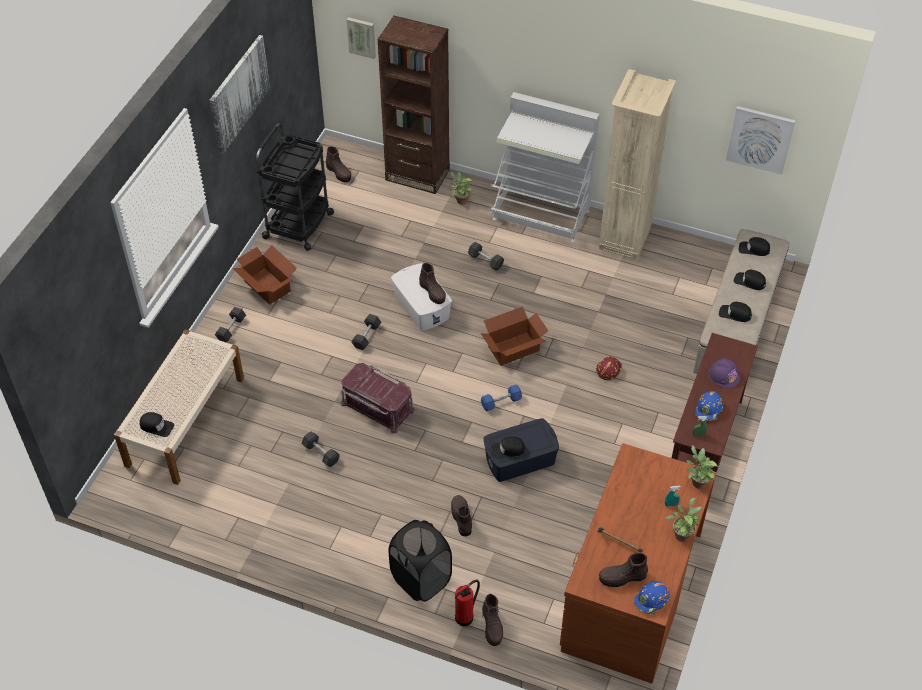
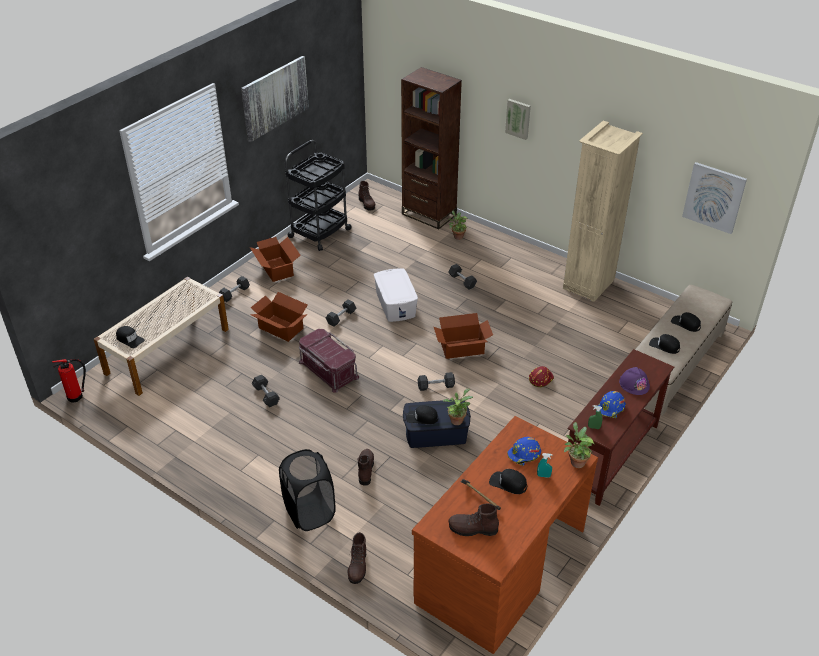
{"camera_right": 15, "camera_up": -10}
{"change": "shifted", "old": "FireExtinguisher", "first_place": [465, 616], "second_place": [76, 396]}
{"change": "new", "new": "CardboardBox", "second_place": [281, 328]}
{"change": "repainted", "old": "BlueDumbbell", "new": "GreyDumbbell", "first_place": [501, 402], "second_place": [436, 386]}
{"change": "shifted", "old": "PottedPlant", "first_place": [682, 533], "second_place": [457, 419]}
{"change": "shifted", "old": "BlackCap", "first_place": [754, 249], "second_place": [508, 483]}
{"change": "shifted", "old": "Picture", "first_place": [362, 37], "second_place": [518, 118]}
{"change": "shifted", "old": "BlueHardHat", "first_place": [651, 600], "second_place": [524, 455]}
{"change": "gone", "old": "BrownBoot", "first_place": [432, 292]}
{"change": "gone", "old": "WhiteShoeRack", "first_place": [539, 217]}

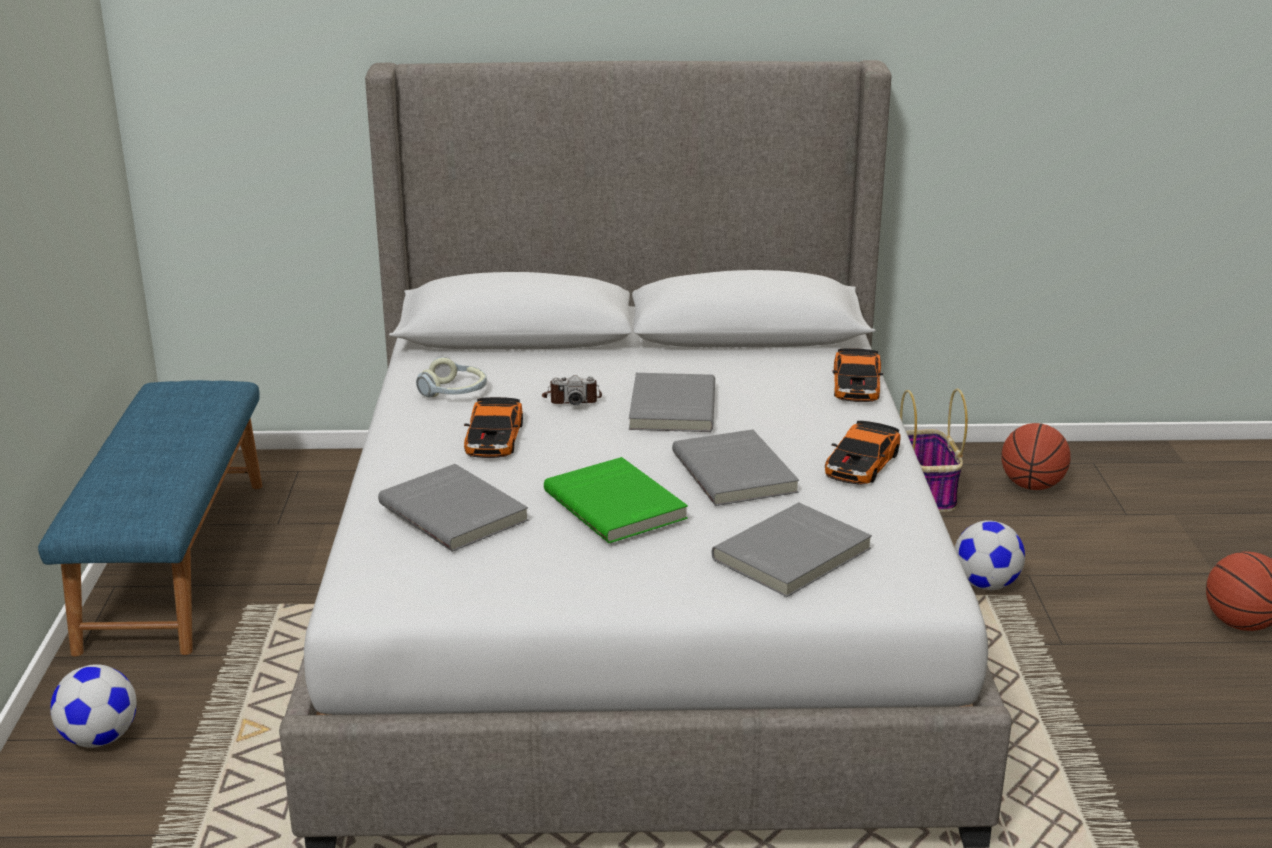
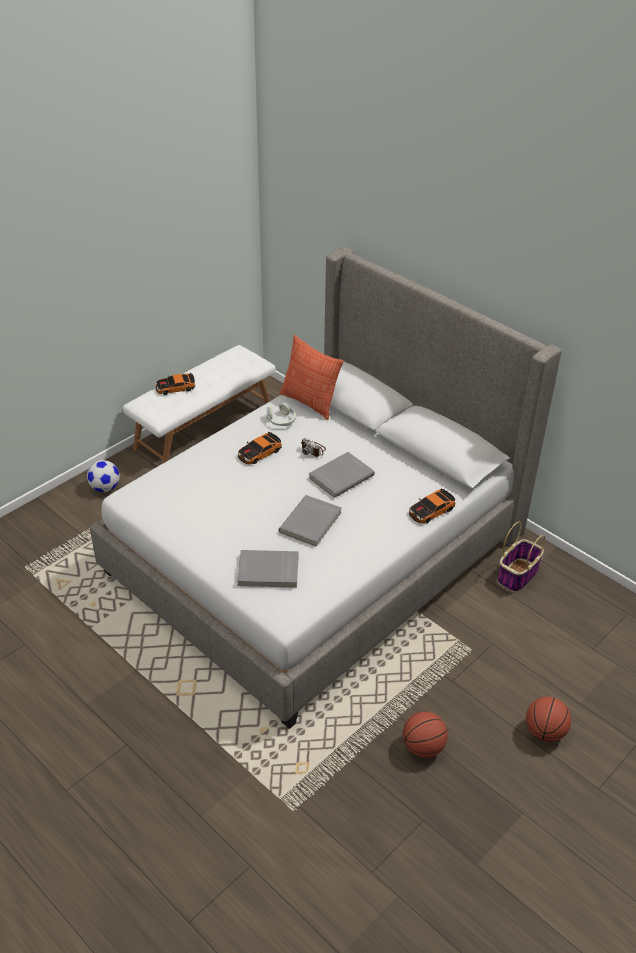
{"camera_right": 45, "camera_up": 15}
{"change": "repainted", "old": "BlueBench", "new": "WhiteBench", "first_place": [173, 562], "second_place": [203, 427]}
{"change": "shifted", "old": "ToyCar", "first_place": [862, 464], "second_place": [175, 387]}
{"change": "new", "new": "OrangePillow", "second_place": [310, 403]}
{"change": "shifted", "old": "Basketball", "first_place": [1031, 486], "second_place": [423, 747]}
{"change": "gone", "old": "GreyBook", "first_place": [455, 511]}
{"change": "gone", "old": "GreenBook", "first_place": [617, 504]}
{"change": "gone", "old": "Football", "first_place": [986, 584]}

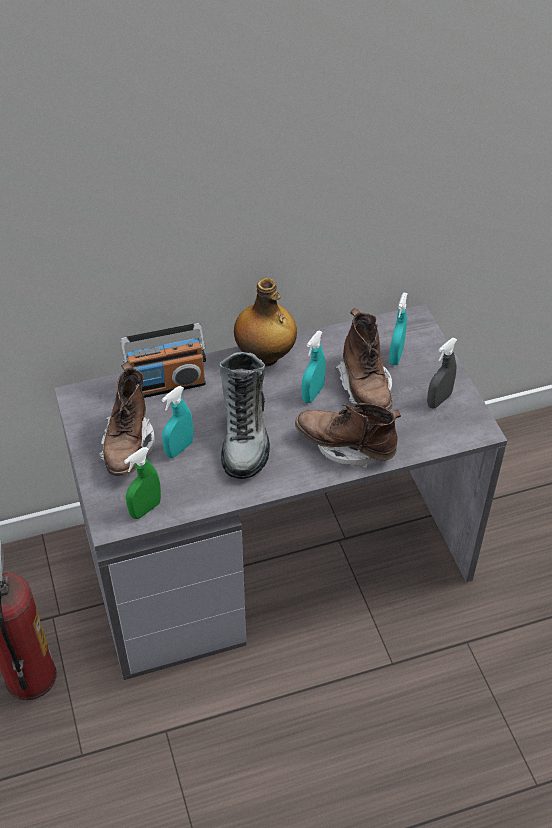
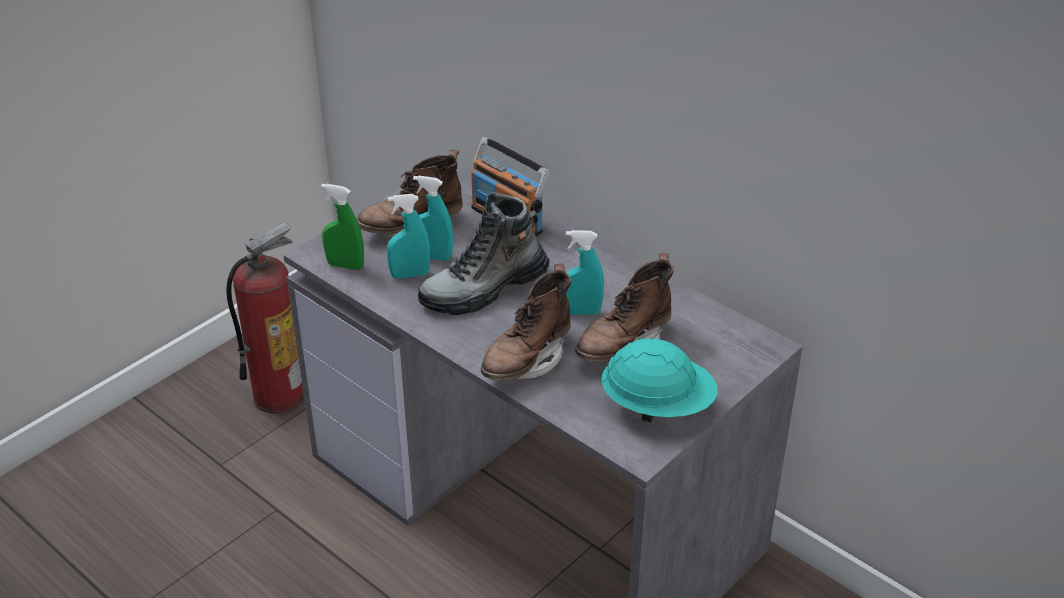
{"camera_right": 60, "camera_up": -10}
{"change": "shifted", "old": "TurquoiseSprayBottle", "first_place": [396, 356], "second_place": [410, 275]}
{"change": "rotated", "old": "BrownBoot", "first_place": [345, 446], "second_place": [527, 360], "degrees": -135}
{"change": "swapped", "old": "GreySprayBottle", "new": "TurquoiseHardHat", "first_place": [439, 400], "second_place": [657, 406]}
{"change": "gone", "old": "Bottle", "first_place": [265, 357]}

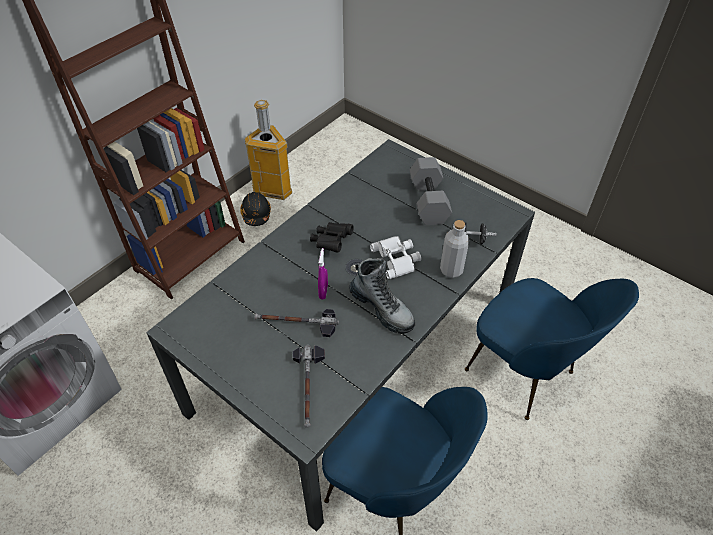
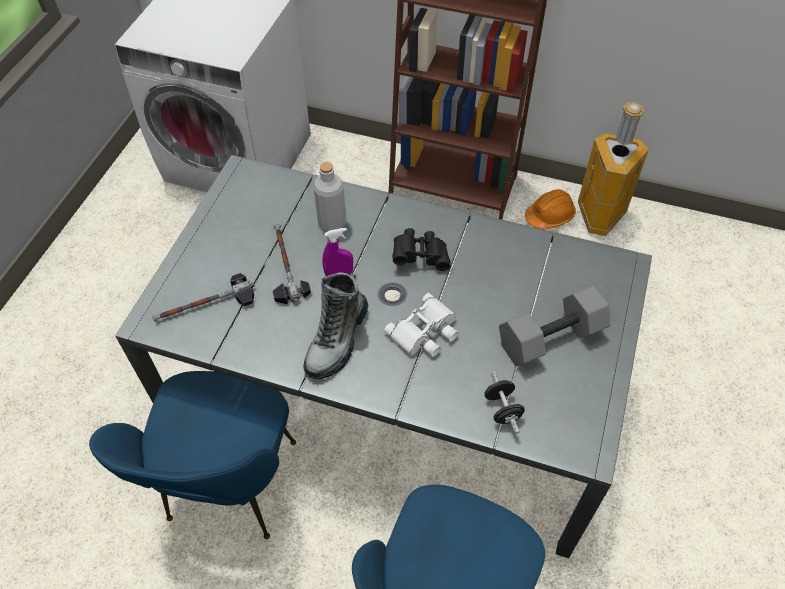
{"camera_right": 70, "camera_up": 5}
{"change": "shifted", "old": "GreyBottle", "first_place": [451, 270], "second_place": [332, 223]}
{"change": "repainted", "old": "BlackHardHat", "new": "OrangeHardHat", "first_place": [256, 214], "second_place": [550, 216]}

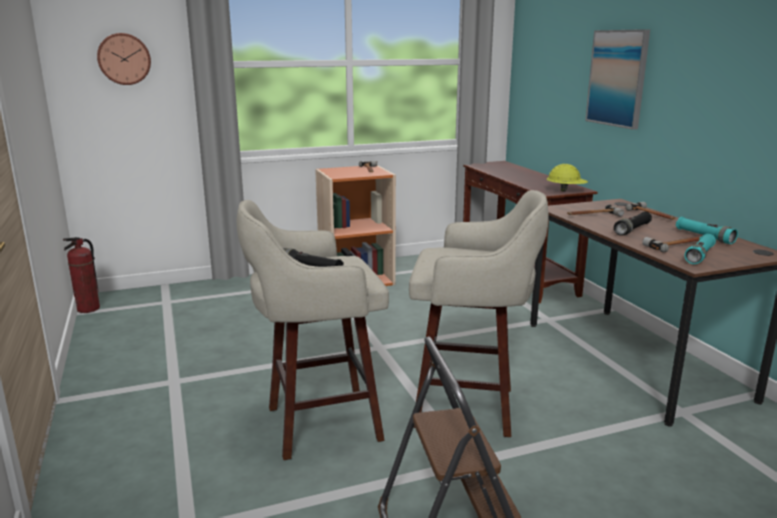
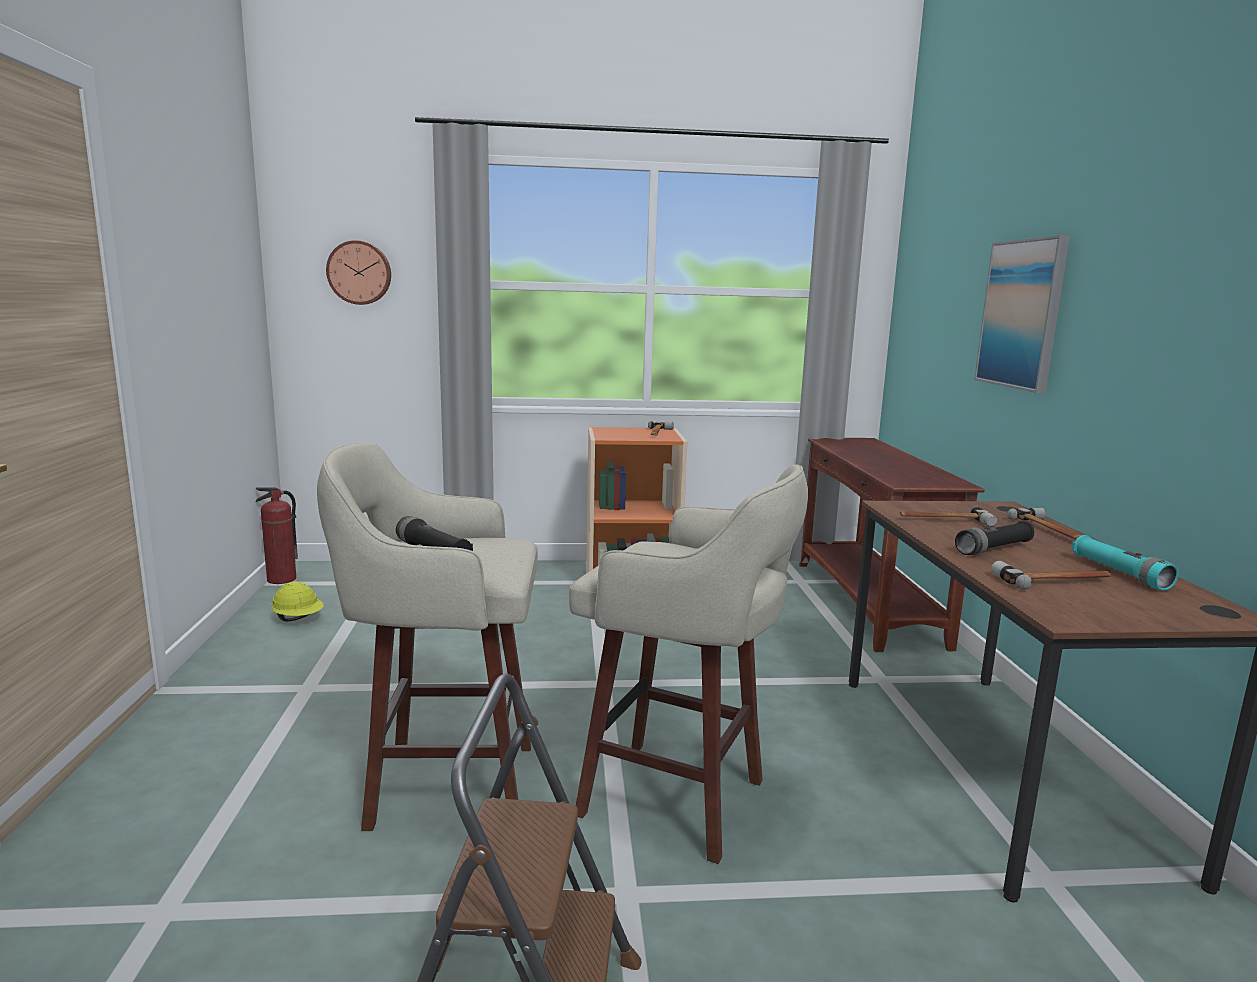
{"camera_right": 15, "camera_up": -5}
{"change": "shifted", "old": "YellowHardHat", "first_place": [566, 190], "second_place": [298, 619]}
{"change": "gone", "old": "TurquoiseFlashlight", "first_place": [699, 256]}

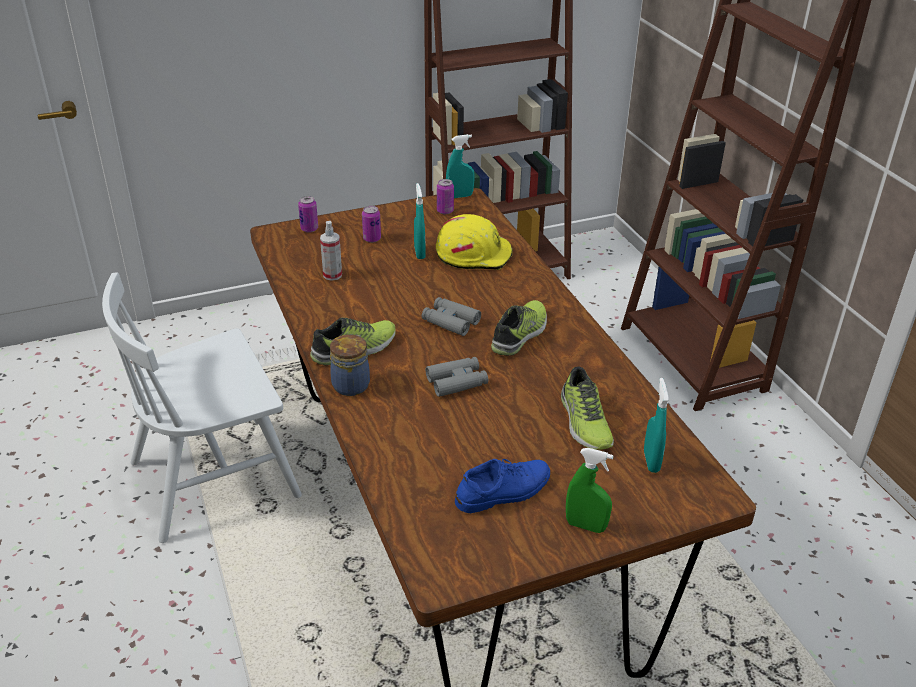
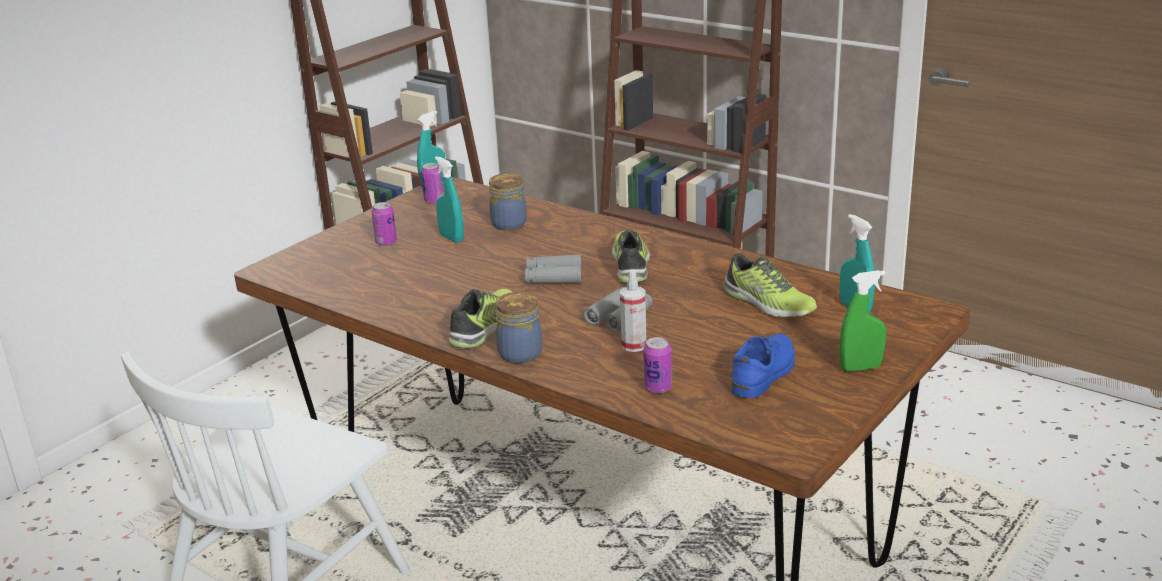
{"camera_right": -30, "camera_up": -10}
{"change": "swapped", "old": "YellowHardHat", "new": "Jar", "first_place": [474, 254], "second_place": [508, 223]}
{"change": "shifted", "old": "SprayBottle", "first_place": [332, 275], "second_place": [634, 345]}
{"change": "shifted", "old": "Can", "first_place": [309, 229], "second_place": [658, 388]}

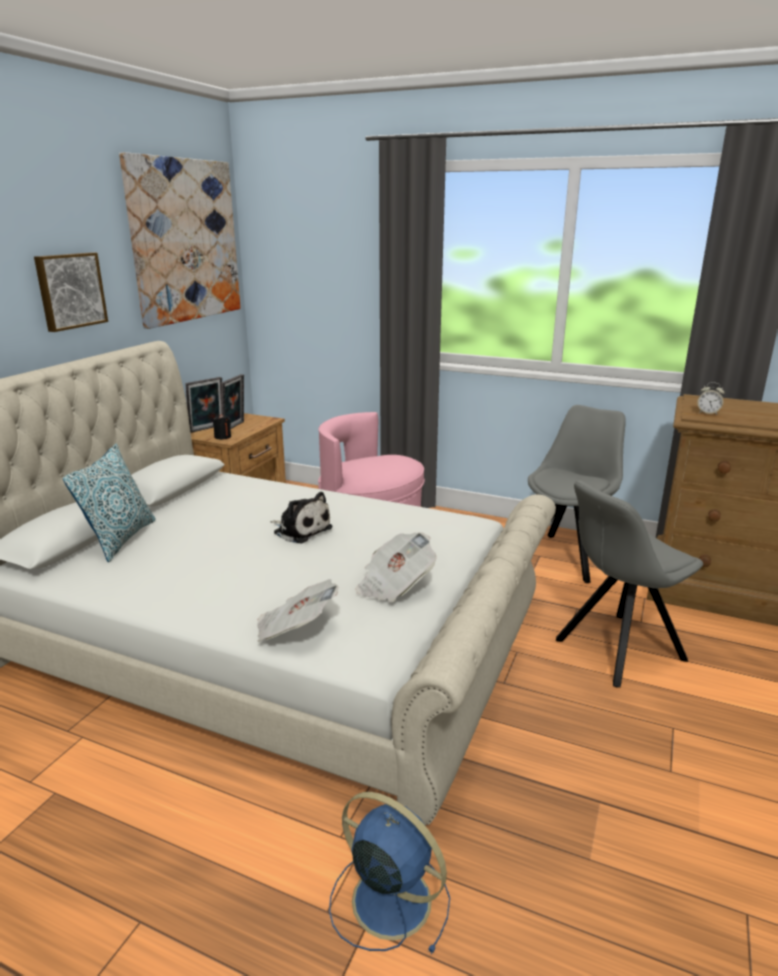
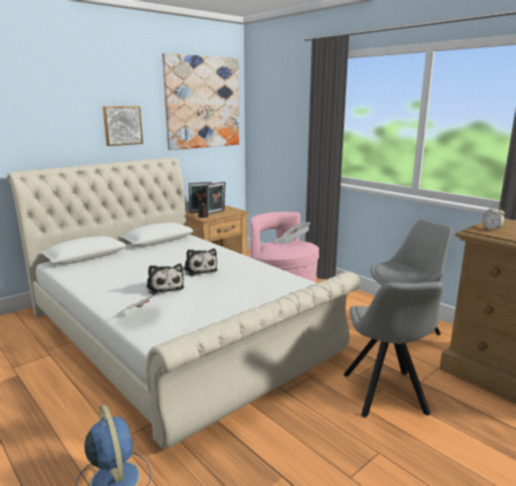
{"camera_right": 25, "camera_up": -5}
{"change": "new", "new": "PlushToy", "second_place": [164, 287]}
{"change": "shifted", "old": "Newspaper", "first_place": [394, 585], "second_place": [292, 242]}
{"change": "rotated", "old": "GreyChair", "first_place": [617, 649], "second_place": [385, 394], "degrees": -90}
{"change": "gone", "old": "Pillow", "first_place": [120, 539]}

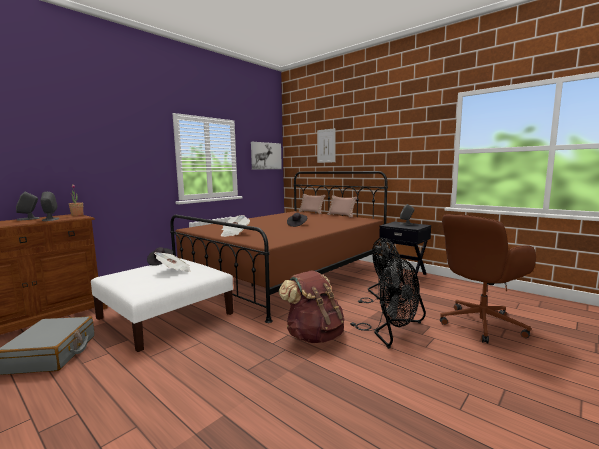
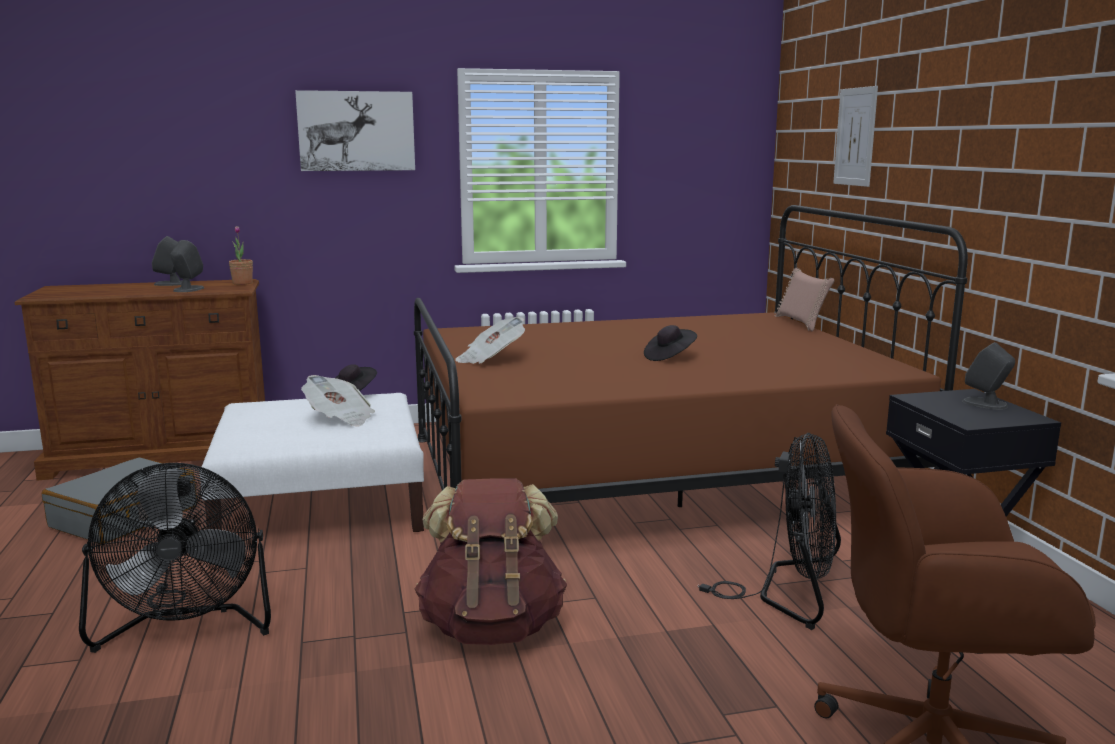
{"camera_right": 35, "camera_up": 5}
{"change": "shifted", "old": "BlackFan", "first_place": [391, 331], "second_place": [181, 625]}
{"change": "shifted", "old": "Picture", "first_place": [266, 156], "second_place": [356, 131]}
{"change": "gone", "old": "BeigePillow", "first_place": [341, 216]}

